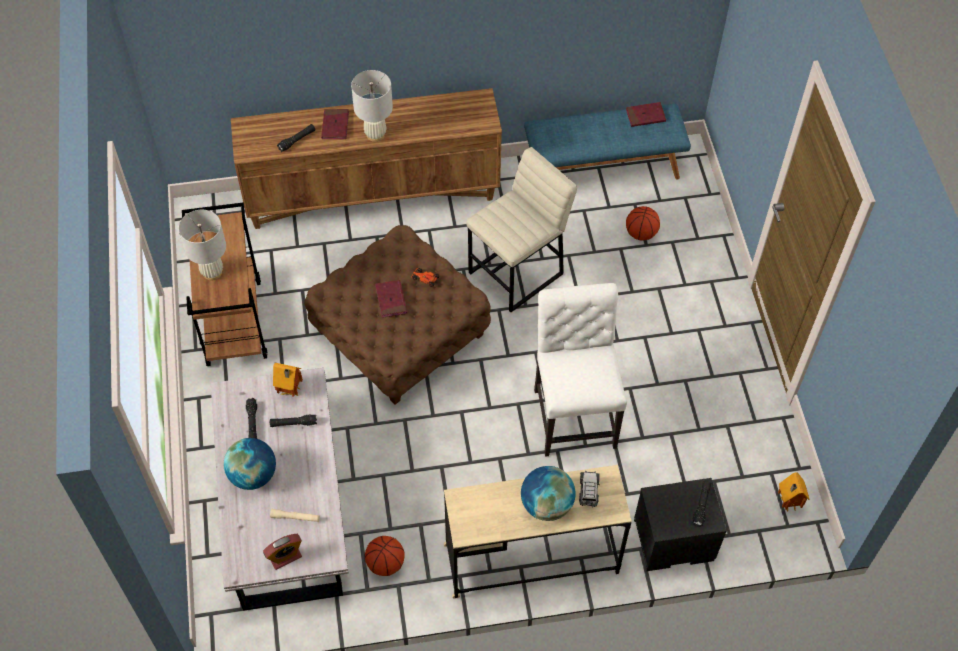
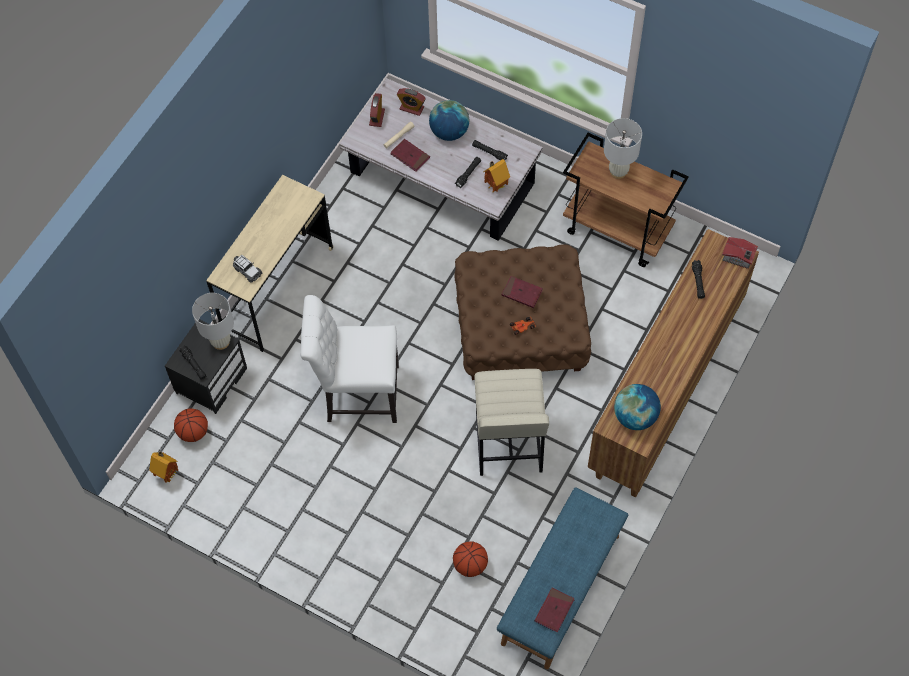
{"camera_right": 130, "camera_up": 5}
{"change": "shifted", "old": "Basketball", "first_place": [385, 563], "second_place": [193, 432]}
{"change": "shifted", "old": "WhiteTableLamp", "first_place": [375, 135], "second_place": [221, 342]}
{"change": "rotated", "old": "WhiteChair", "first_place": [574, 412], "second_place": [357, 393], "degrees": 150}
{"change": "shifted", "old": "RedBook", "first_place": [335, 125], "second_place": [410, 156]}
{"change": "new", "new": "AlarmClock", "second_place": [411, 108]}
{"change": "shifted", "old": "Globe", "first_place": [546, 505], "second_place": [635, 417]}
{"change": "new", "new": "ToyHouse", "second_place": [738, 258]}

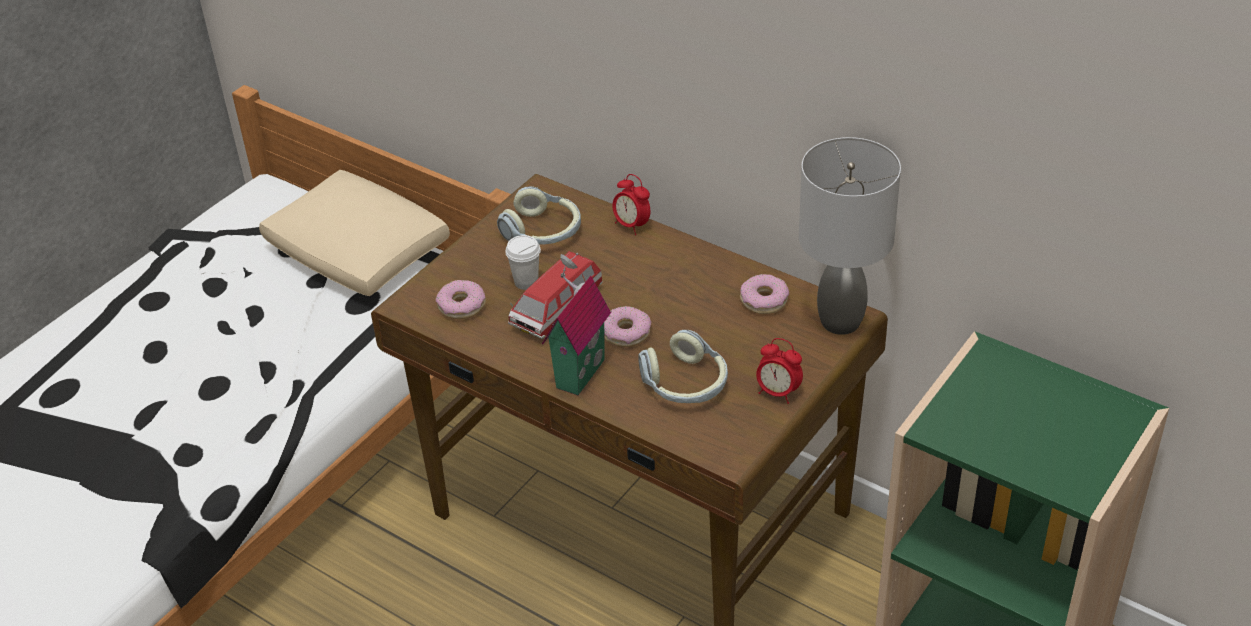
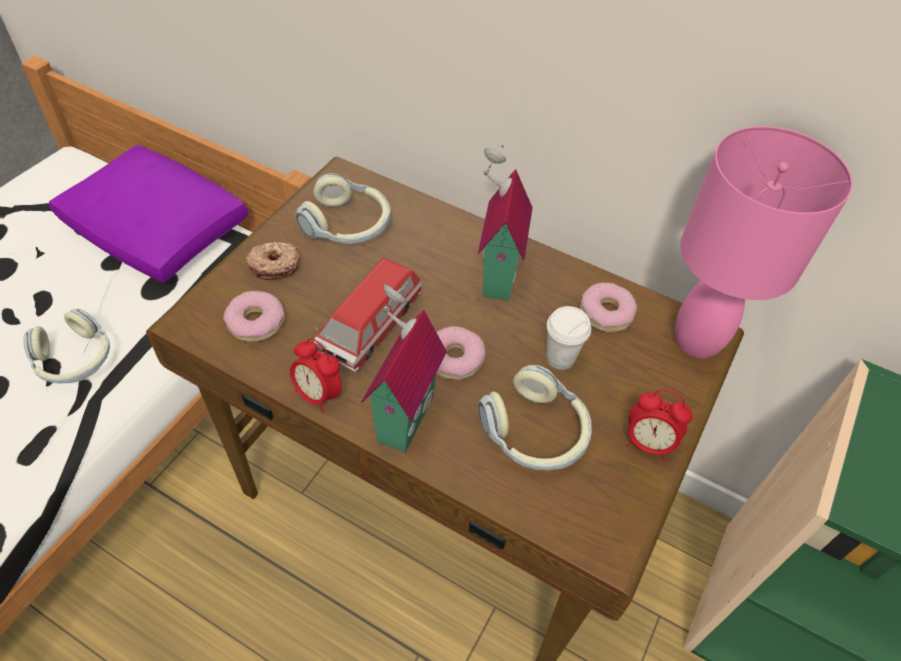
{"camera_right": -10, "camera_up": 10}
{"change": "new", "new": "Headphones", "second_place": [75, 359]}
{"change": "repainted", "old": "BeigePillow", "new": "PurplePillow", "first_place": [359, 252], "second_place": [158, 229]}
{"change": "new", "new": "Donut", "second_place": [274, 265]}
{"change": "shifted", "old": "AlarmClock", "first_place": [632, 225], "second_place": [318, 395]}
{"change": "new", "new": "ToyHouse", "second_place": [495, 275]}
{"change": "shifted", "old": "WhiteCup", "first_place": [526, 282], "second_place": [560, 358]}
{"change": "repainted", "old": "GreyTableLamp", "new": "PinkTableLamp", "first_place": [840, 320], "second_place": [696, 339]}

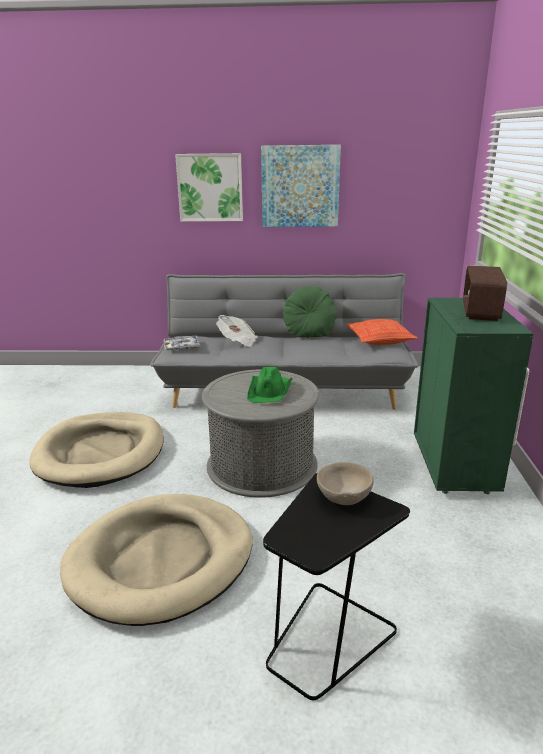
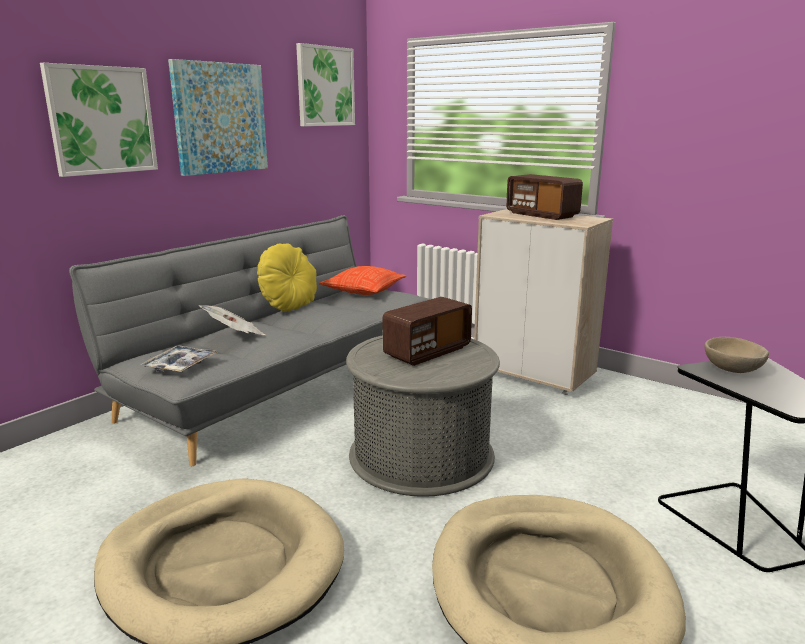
{"camera_right": -55, "camera_up": -5}
{"change": "repainted", "old": "GreenPillow", "new": "YellowPillow", "first_place": [309, 335], "second_place": [289, 307]}
{"change": "new", "new": "Picture", "second_place": [325, 86]}
{"change": "swapped", "old": "GreenHat", "new": "Radio", "first_place": [270, 390], "second_place": [427, 352]}
{"change": "repainted", "old": "GreenCabinet", "new": "BeigeCabinet", "first_place": [454, 468], "second_place": [535, 376]}

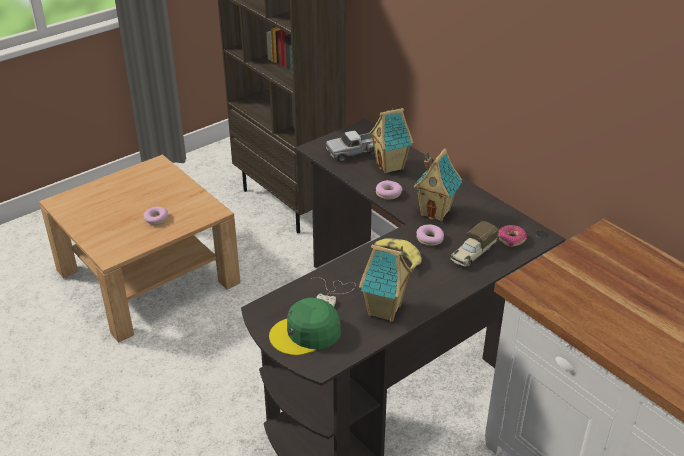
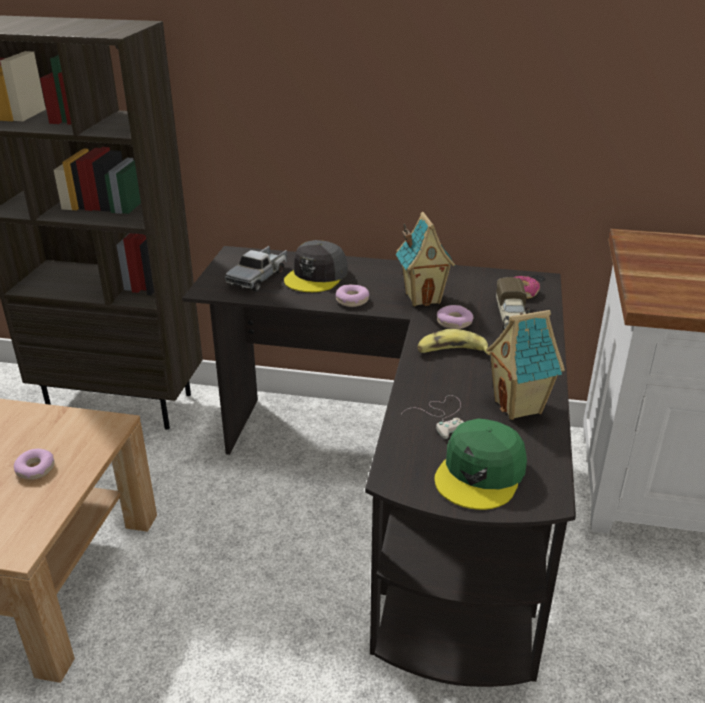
{"camera_right": -40, "camera_up": -5}
{"change": "swapped", "old": "ToyHouse", "new": "GreyCap", "first_place": [390, 166], "second_place": [316, 276]}

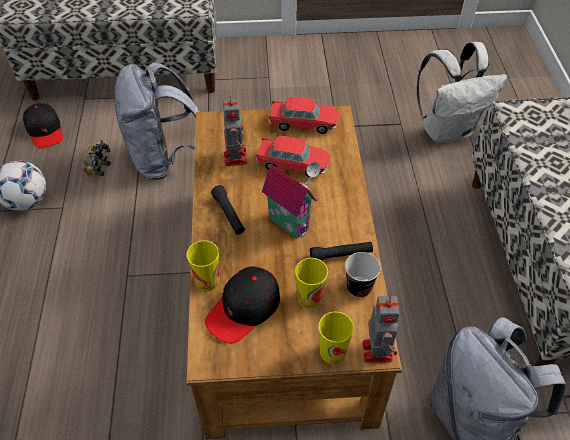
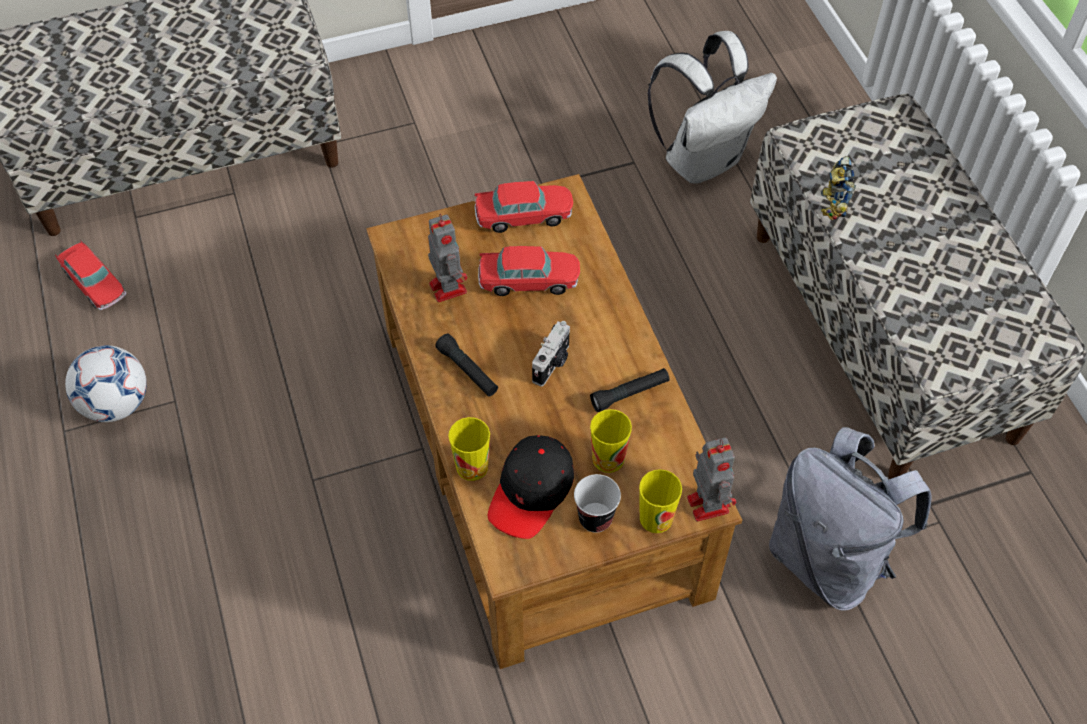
{"camera_right": -15, "camera_up": 5}
{"change": "swapped", "old": "BlackCap", "new": "ToyCar", "first_place": [45, 131], "second_place": [95, 284]}
{"change": "swapped", "old": "ToyHouse", "new": "PhotoCamera", "first_place": [291, 222], "second_place": [552, 363]}
{"change": "shifted", "old": "Cup", "first_place": [359, 288], "second_place": [595, 518]}
{"change": "shifted", "old": "ToyRobot", "first_place": [99, 168], "second_place": [830, 205]}
{"change": "gone", "old": "GreyBackpack", "first_place": [164, 159]}

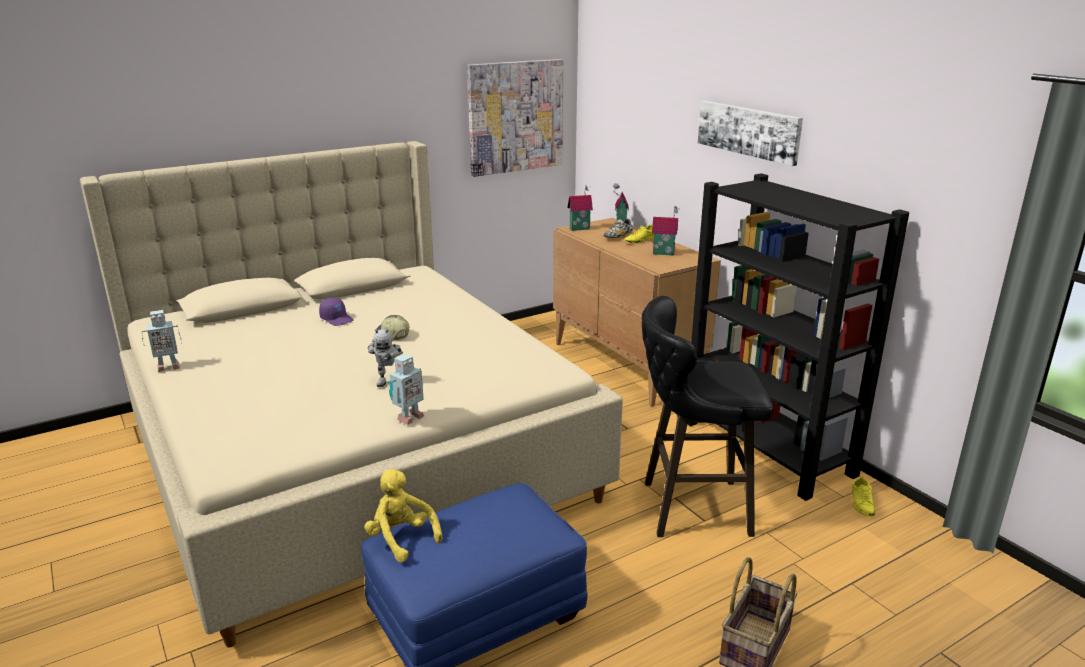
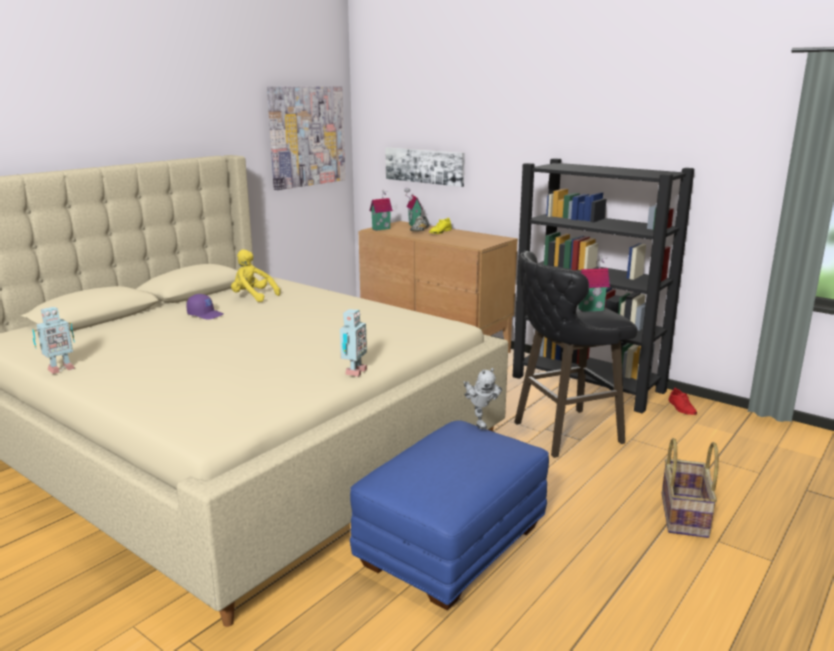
{"camera_right": -20, "camera_up": -5}
{"change": "shifted", "old": "YellowPlushToy", "first_place": [401, 538], "second_place": [252, 297]}
{"change": "shifted", "old": "Picture", "first_place": [748, 131], "second_place": [424, 166]}
{"change": "shifted", "old": "ToyRobot", "first_place": [387, 380], "second_place": [479, 422]}
{"change": "shifted", "old": "ToyHouse", "first_place": [663, 253], "second_place": [590, 309]}
{"change": "repainted", "old": "YellowShoe", "new": "RedShoe", "first_place": [862, 503], "second_place": [681, 408]}
{"change": "gone", "old": "Cap", "first_place": [392, 334]}

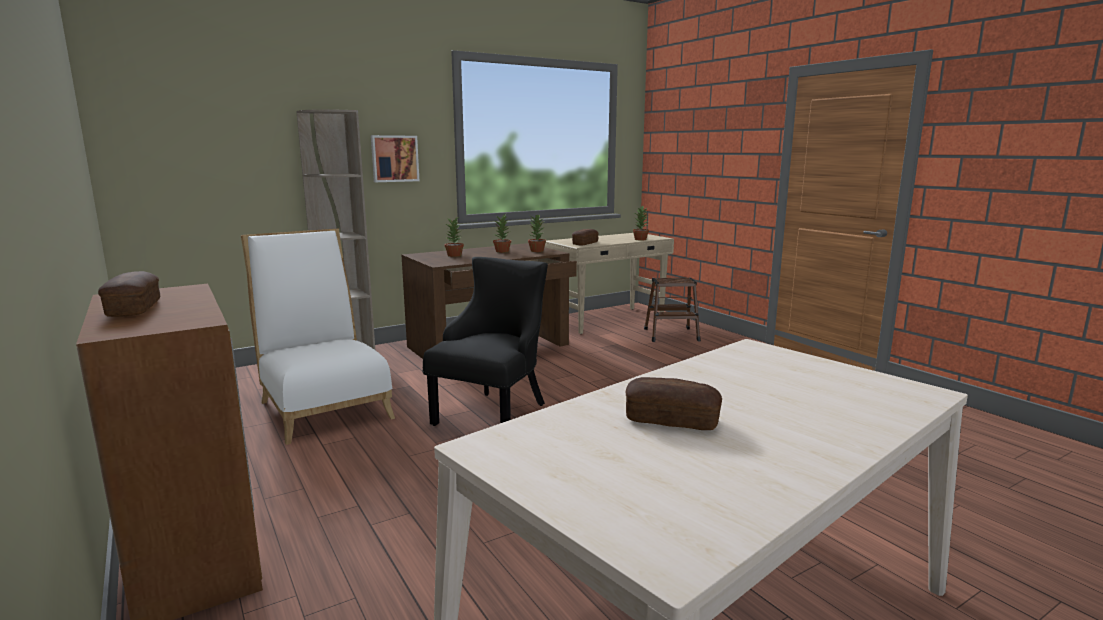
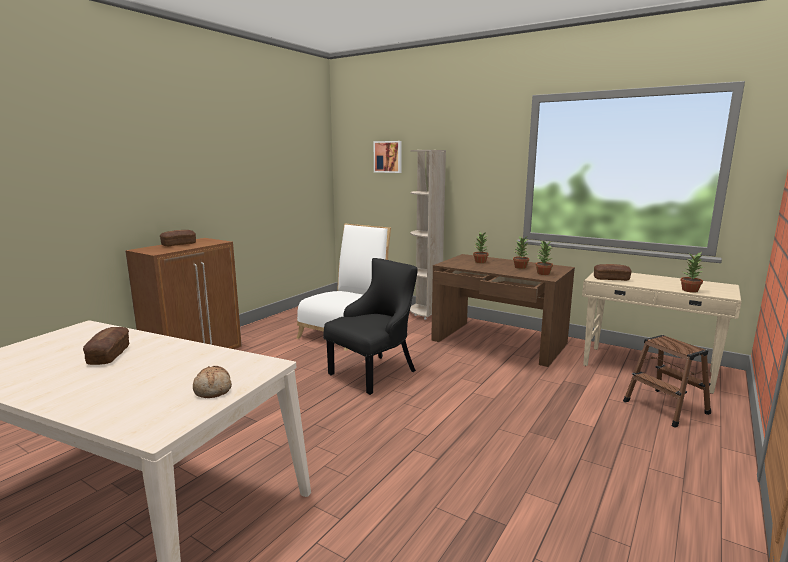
{"camera_right": 65, "camera_up": 0}
{"change": "new", "new": "Bread", "second_place": [213, 390]}
{"change": "rotated", "old": "BlackChair", "first_place": [492, 416], "second_place": [373, 374], "degrees": -45}
{"change": "shifted", "old": "Picture", "first_place": [394, 158], "second_place": [388, 157]}

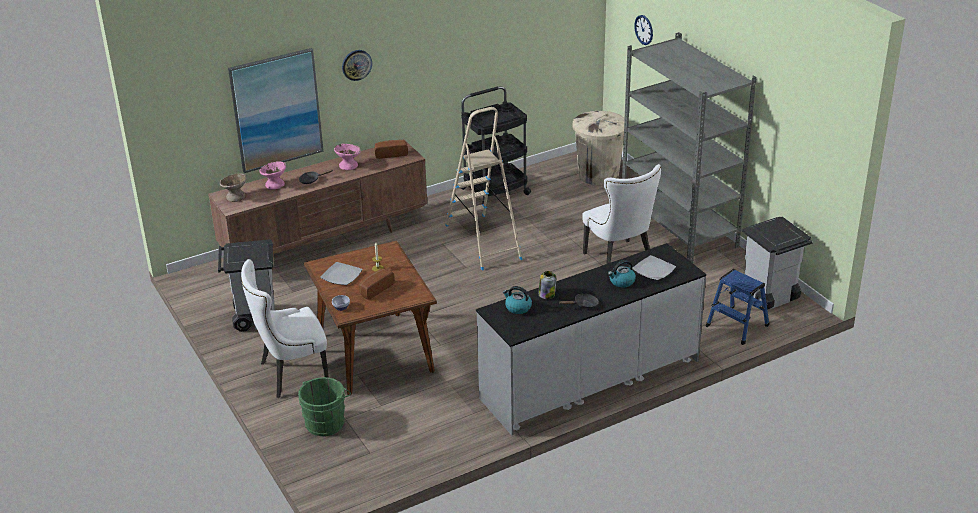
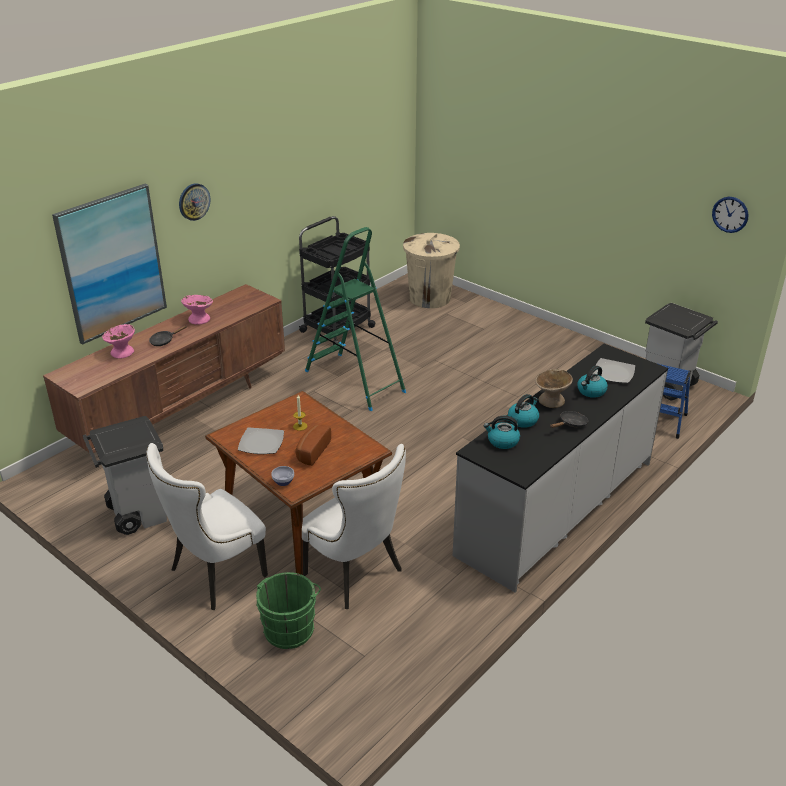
{"camera_right": -20, "camera_up": 0}
{"change": "shifted", "old": "WhiteChair", "first_place": [619, 259], "second_place": [354, 574]}
{"change": "repainted", "old": "BeigeStepLadder", "new": "GreenStepLadder", "first_place": [482, 241], "second_place": [354, 381]}
{"change": "swapped", "old": "Jar", "new": "Kettle", "first_place": [546, 294], "second_place": [523, 420]}
{"change": "shifted", "old": "BeigeBowl", "first_place": [235, 197], "second_place": [551, 401]}
{"change": "shifted", "old": "WallClock", "first_place": [644, 29], "second_place": [730, 214]}
{"change": "gone", "old": "Bread", "first_place": [391, 154]}
{"change": "gone", "old": "GreyBookcase", "first_place": [678, 228]}

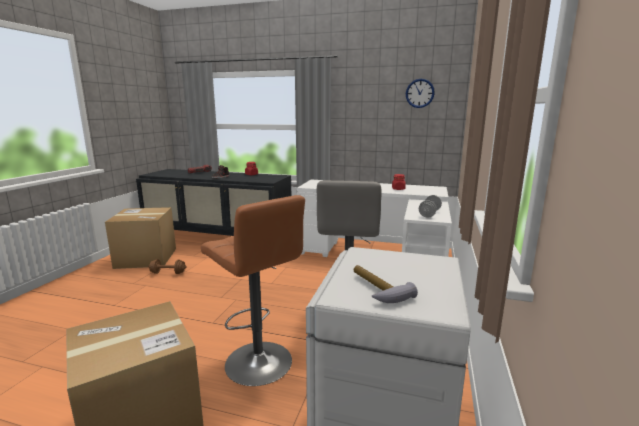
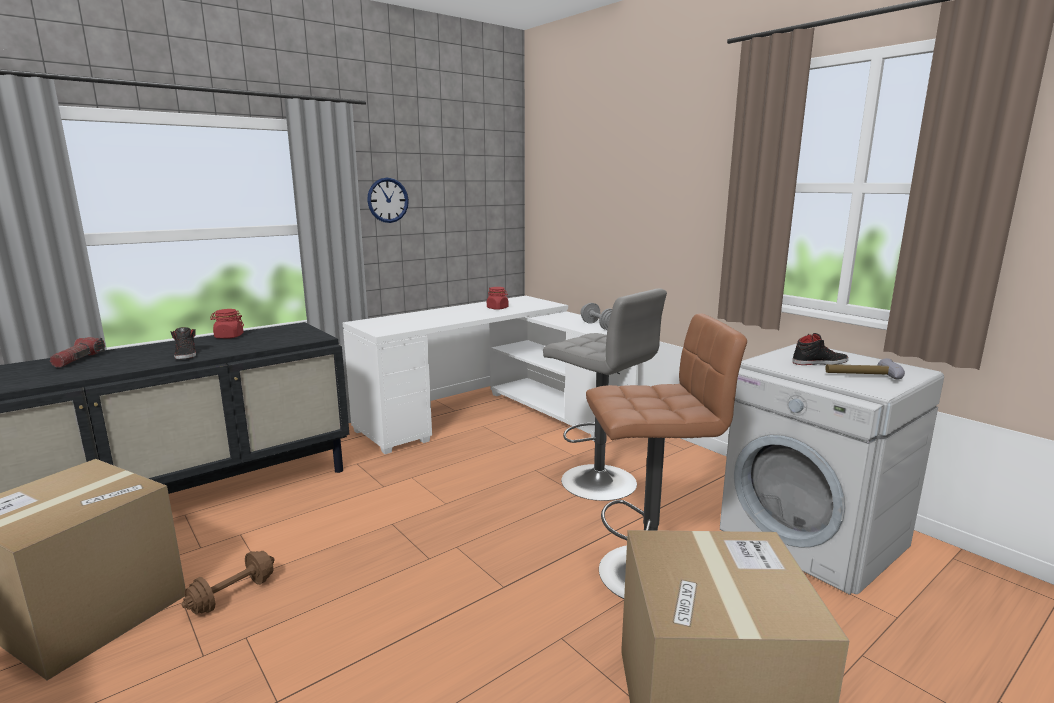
{"camera_right": -55, "camera_up": 0}
{"change": "shifted", "old": "WallClock", "first_place": [419, 93], "second_place": [388, 200]}
{"change": "new", "new": "BlackShoe", "second_place": [819, 362]}

